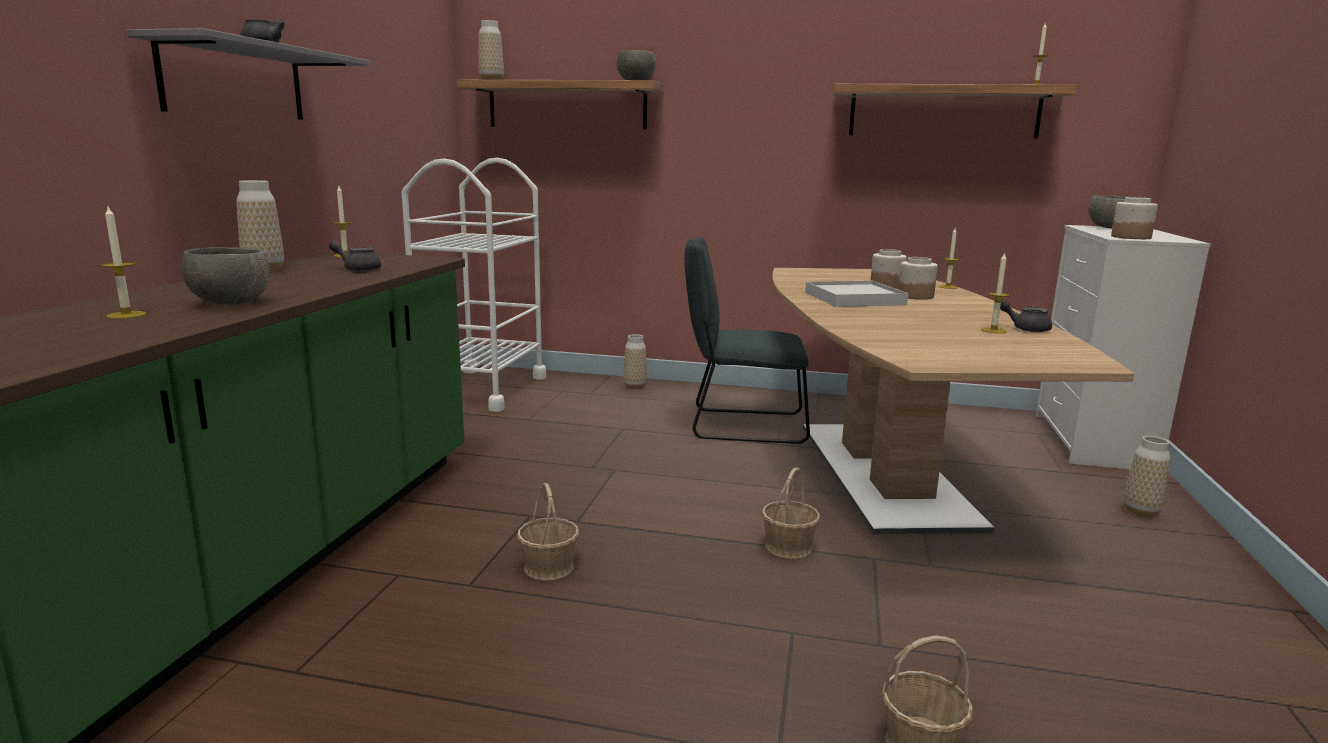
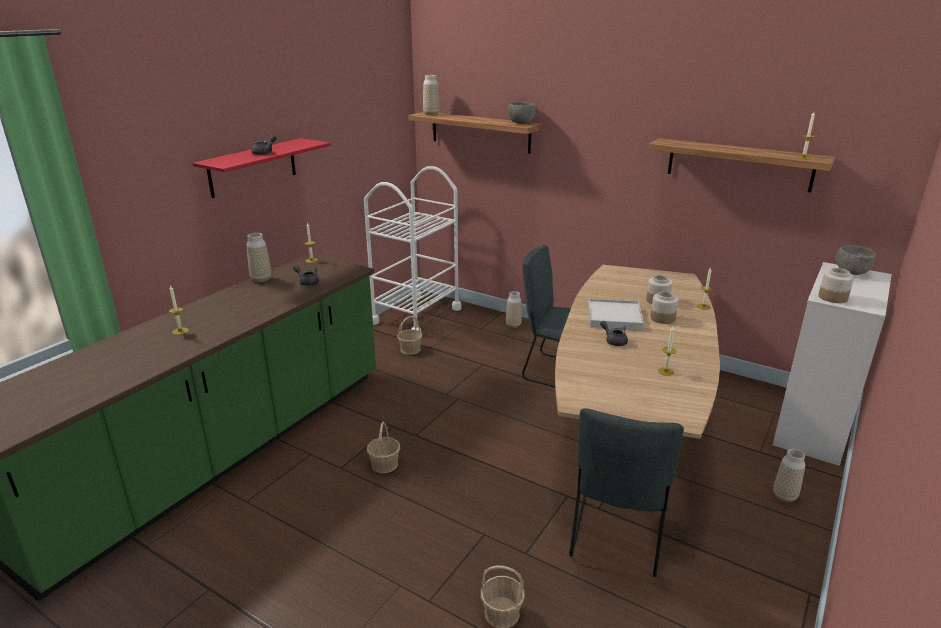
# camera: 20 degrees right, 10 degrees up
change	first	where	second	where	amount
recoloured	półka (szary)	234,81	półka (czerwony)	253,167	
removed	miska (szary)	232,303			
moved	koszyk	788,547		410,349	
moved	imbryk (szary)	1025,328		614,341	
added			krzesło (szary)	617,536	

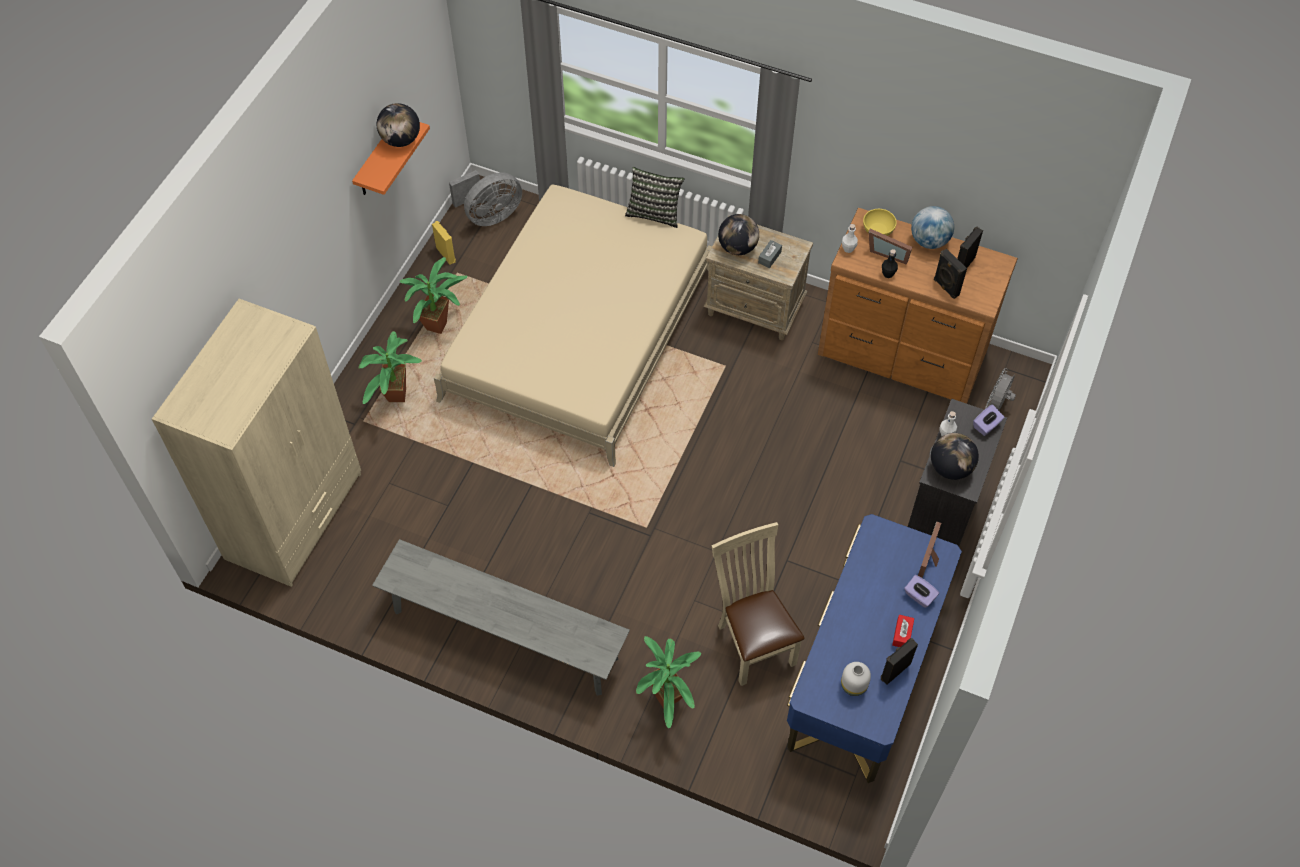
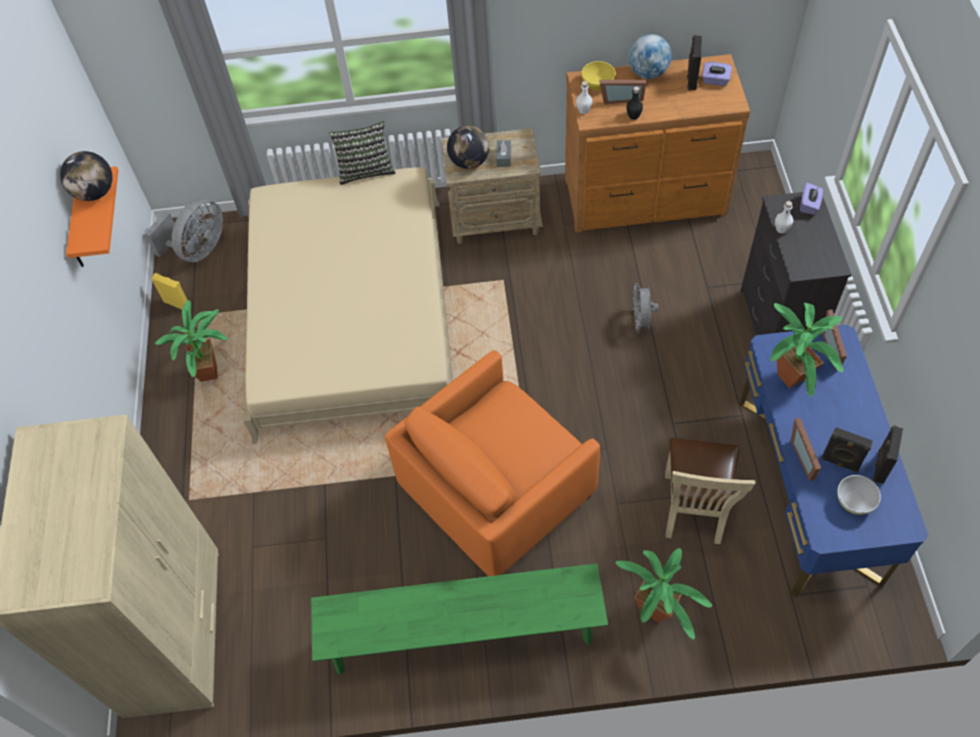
# camera: 25 degrees left, 0 degrees up
change	first	where	second	where	amount
moved	roślina doniczkowa	394,400		792,382	
recoloured	ławka (szary)	505,635	ławka (zielony)	462,635	
turned	krzesło (beżowy)	753,641		694,512	120 degrees counterclockwise
replaced	wazon (biały)	853,685	miska (biały)	854,501	
removed	pudełko chusteczek (czerwony)	902,634			
moved	pudełko chusteczek (fioletowy)	919,596		715,80	
removed	globus	950,468			
moved	głośnik (czarny)	945,287		840,463	
moved	wentylator (szary)	997,405		642,321	
added			fotel (pomarańczowy)	497,491	
added			ramka na zdjęcie	806,456	

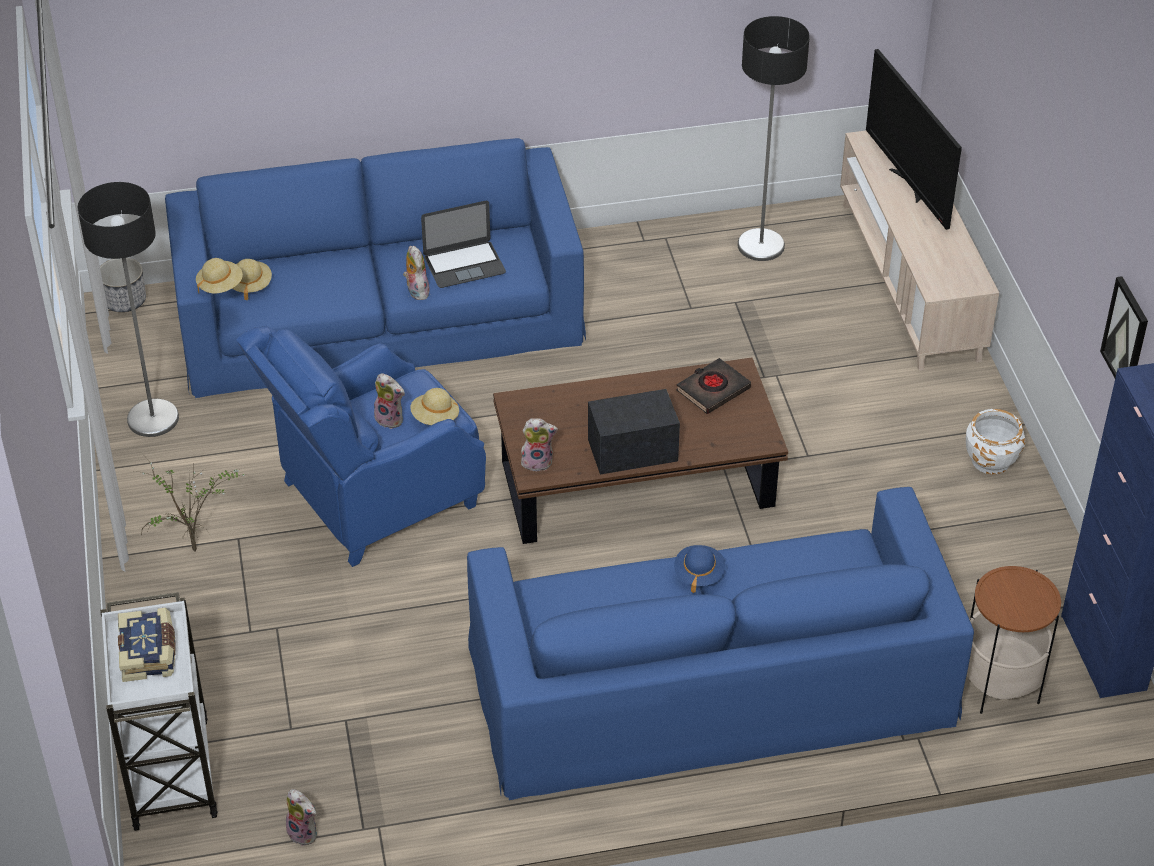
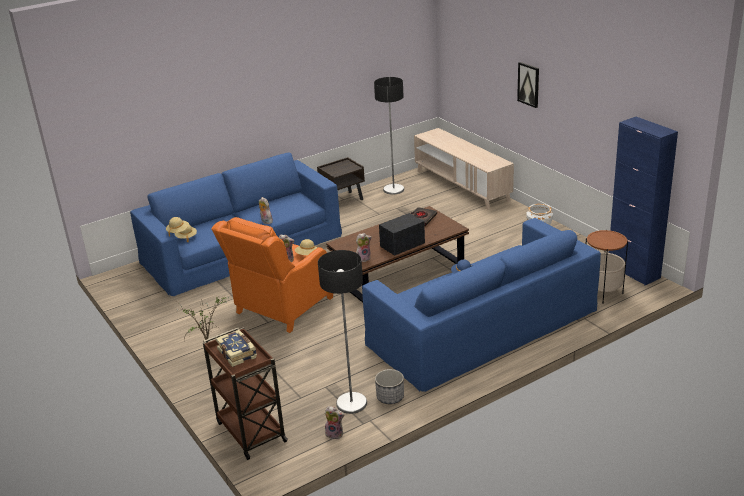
# camera: 20 degrees left, 15 degrees down
change	first	where	second	where	amount
moved	lampa stojąca	152,419		351,403	
moved	donica	124,301		390,397	
recoloured	wózek (biały)	170,770	wózek (brązowy)	250,431	
recoloured	fotel (niebieski)	374,497	fotel (pomarańczowy)	283,307	
removed	laptop	464,264			
removed	telewizor	908,185			
moved	obraz	1126,336		528,84	
added			szafka nocna (brązowy)	343,200	

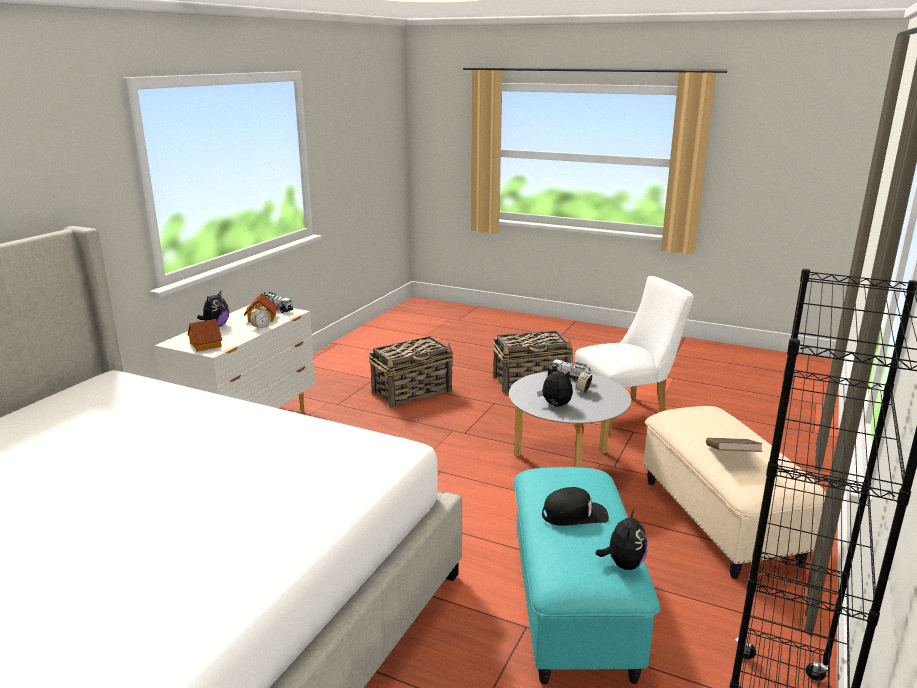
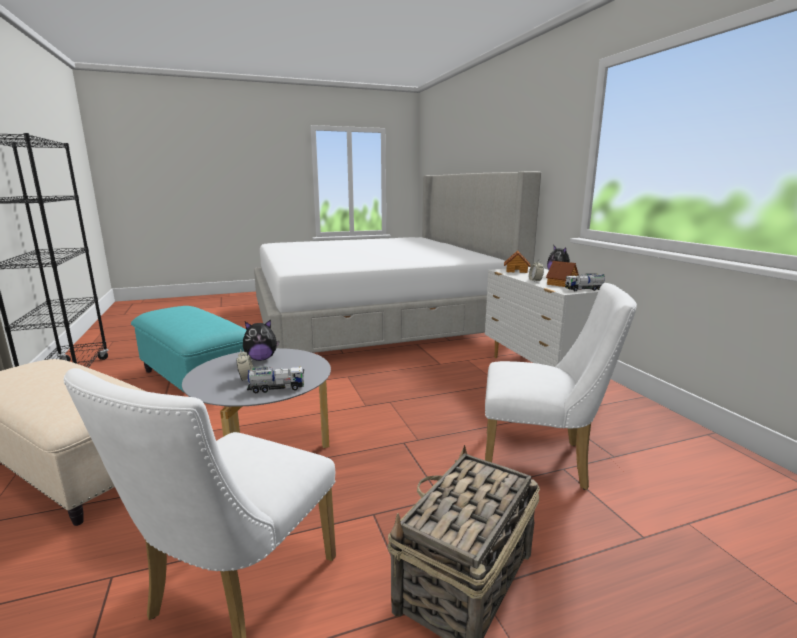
# camera: 135 degrees right, 5 degrees down
change	first	where	second	where	amount
replaced	koszyk	412,392	krzesło (biały)	542,461	
removed	czapka z daszkiem (czarny)	574,515			
removed	pluszak	623,564			
removed	książka (brązowy)	731,457			

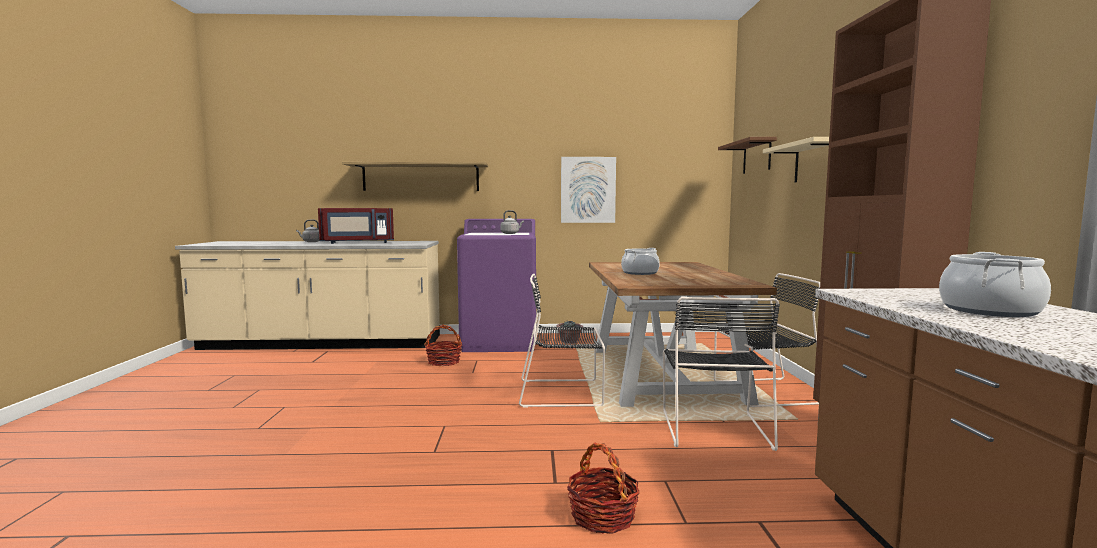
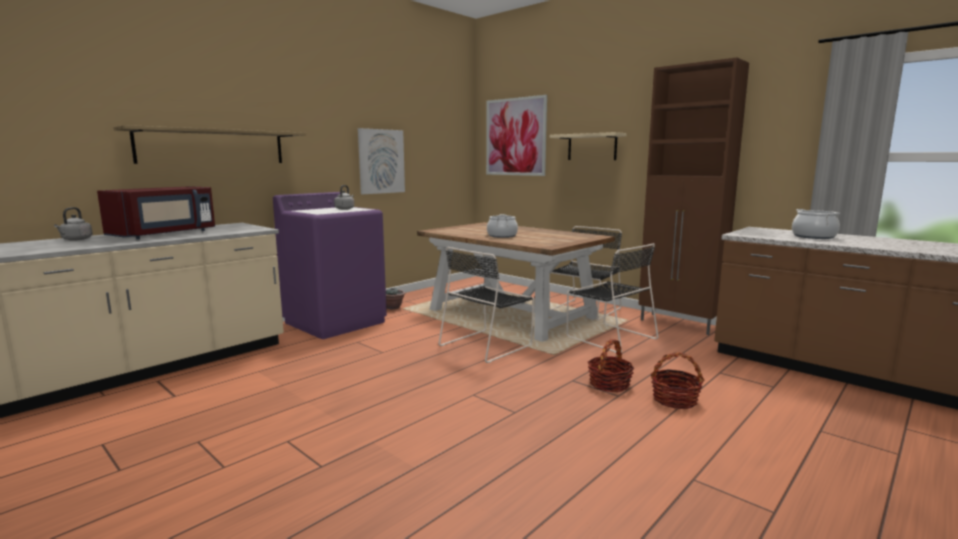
# camera: 45 degrees left, 5 degrees up
change	first	where	second	where	amount
moved	koszyk	444,362		609,384	
replaced	półka (brązowy)	757,157	obraz	515,137	

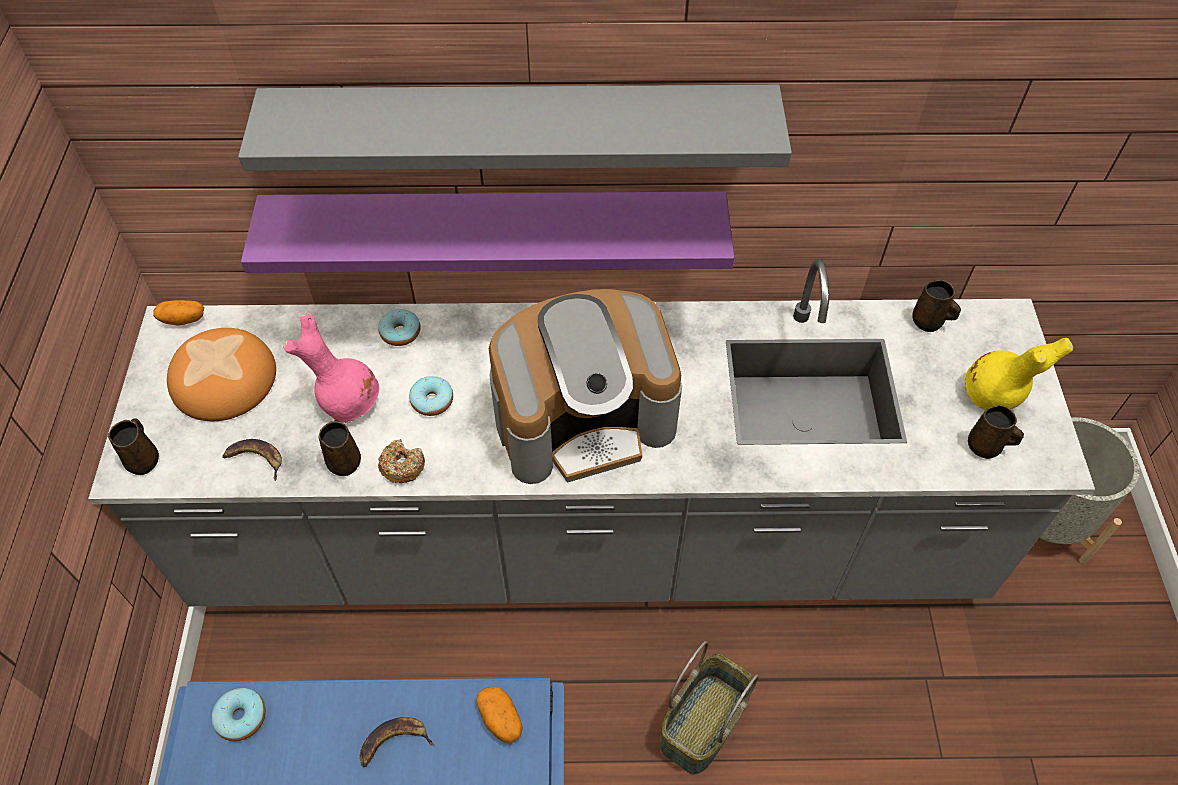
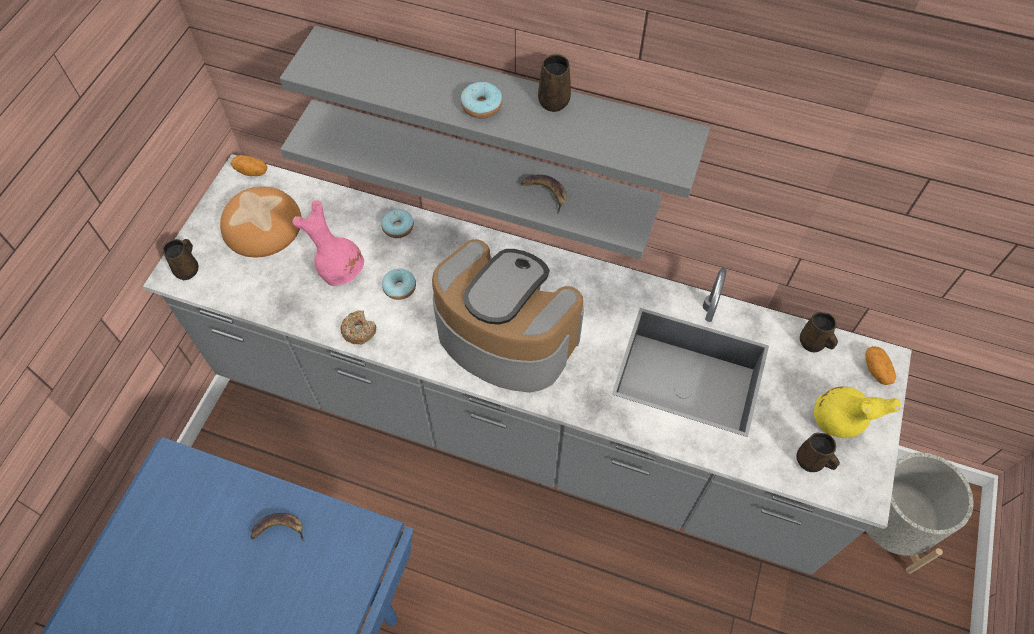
# camera: 20 degrees right, 5 degrees up
change	first	where	second	where	amount
moved	donut	241,717		481,106	
moved	banan	255,459		545,193	
recoloured	półka (fioletowy)	495,225	półka (szary)	482,168	
moved	kubek (brązowy)	344,461		554,100	
moved	ziemniak	500,719		876,370	
turned	ekspres do kawy	584,418		504,336	150 degrees counterclockwise
removed	koszyk	703,725			

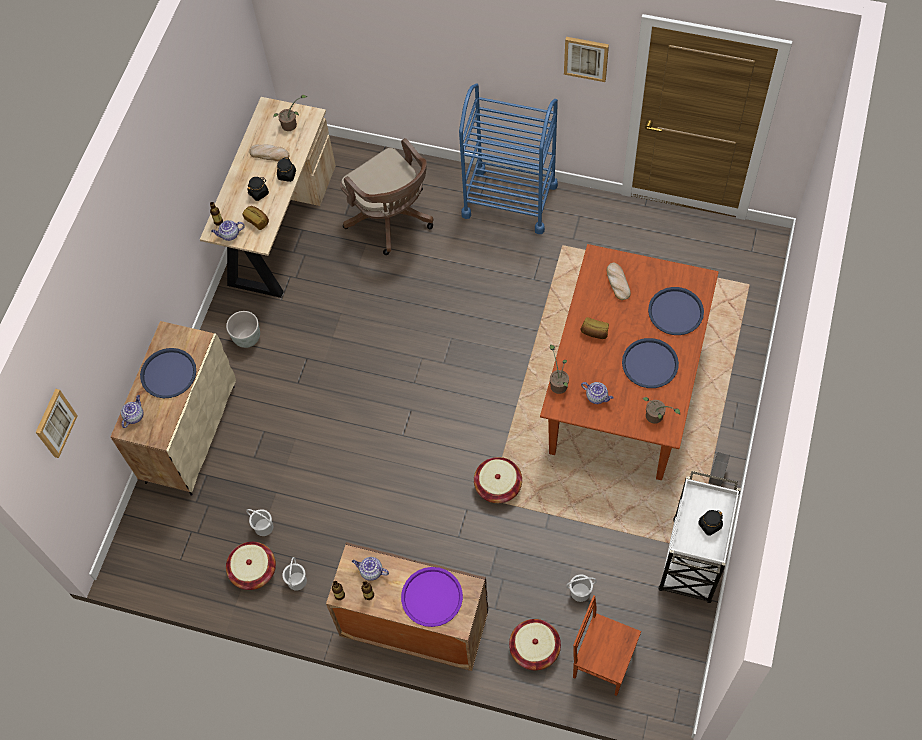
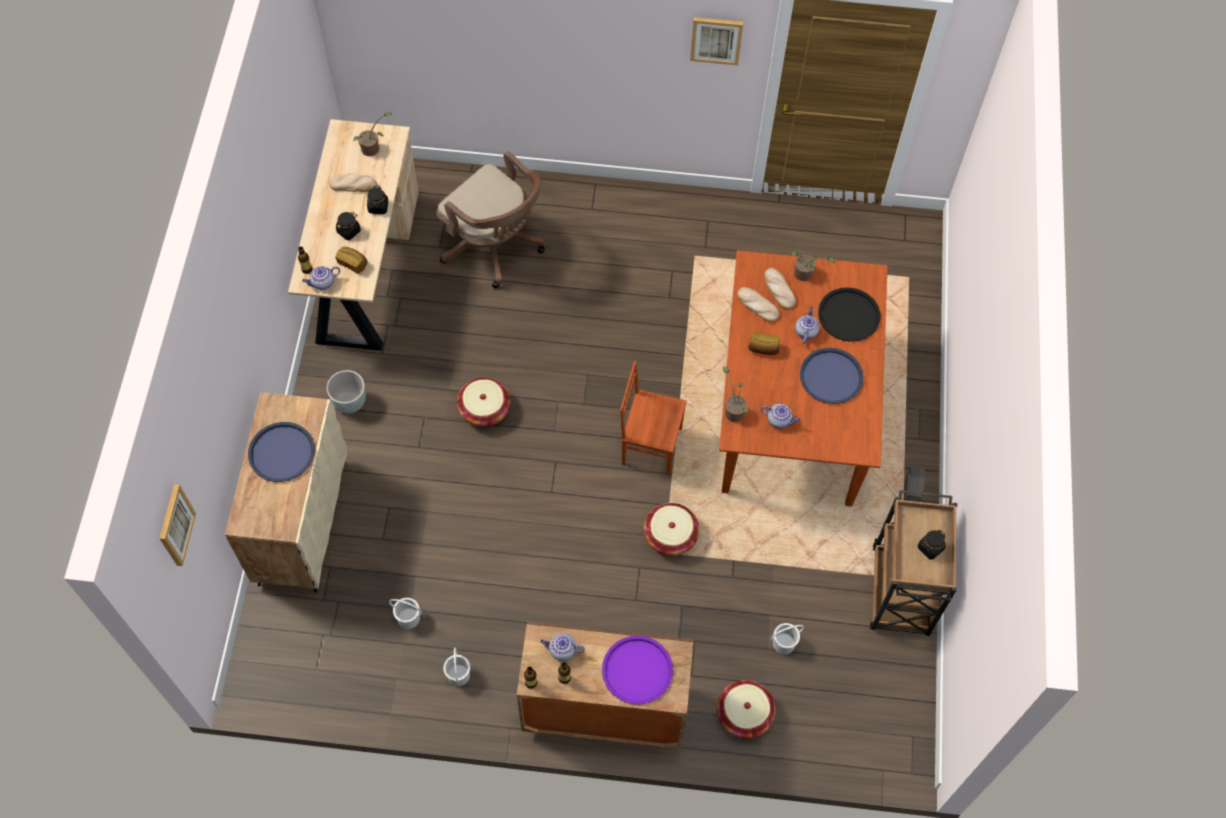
# camera: 15 degrees left, 0 degrees up
change	first	where	second	where	amount
moved	imbryk	134,416		805,331	
moved	koszyk	253,570		484,409	
removed	wózek (niebieski)	509,200			
moved	krzesło (brązowy)	603,661		651,445	
moved	roślina doniczkowa	656,417		805,275	
recoloured	taca (niebieski)	675,311	taca (czarny)	848,315	
recoloured	wózek (biały)	691,562	wózek (brązowy)	900,593	
added			chleb	757,305	

